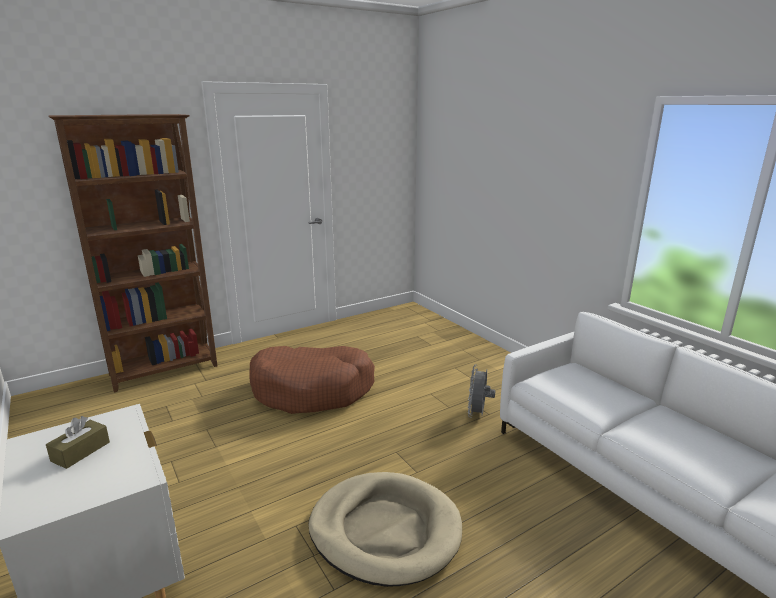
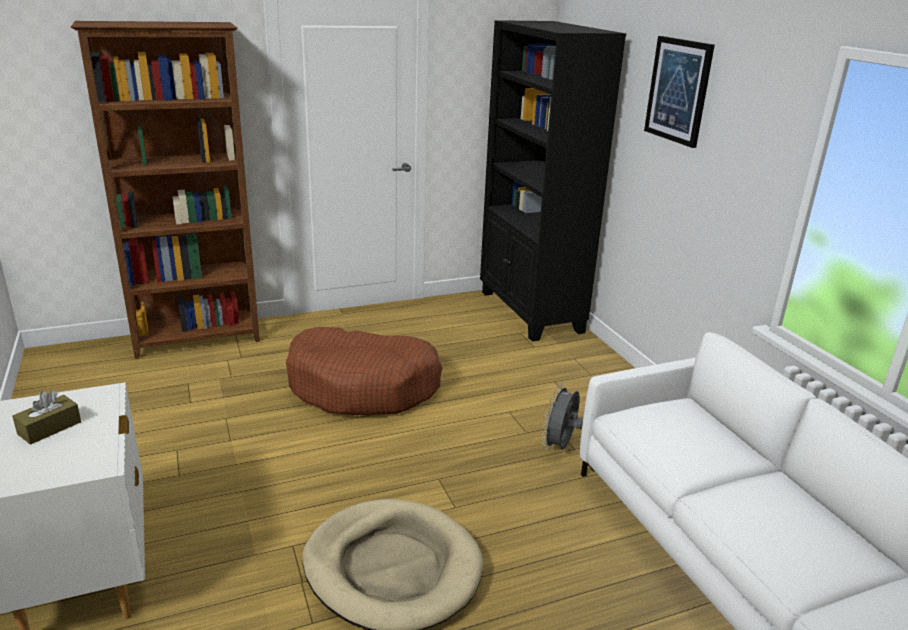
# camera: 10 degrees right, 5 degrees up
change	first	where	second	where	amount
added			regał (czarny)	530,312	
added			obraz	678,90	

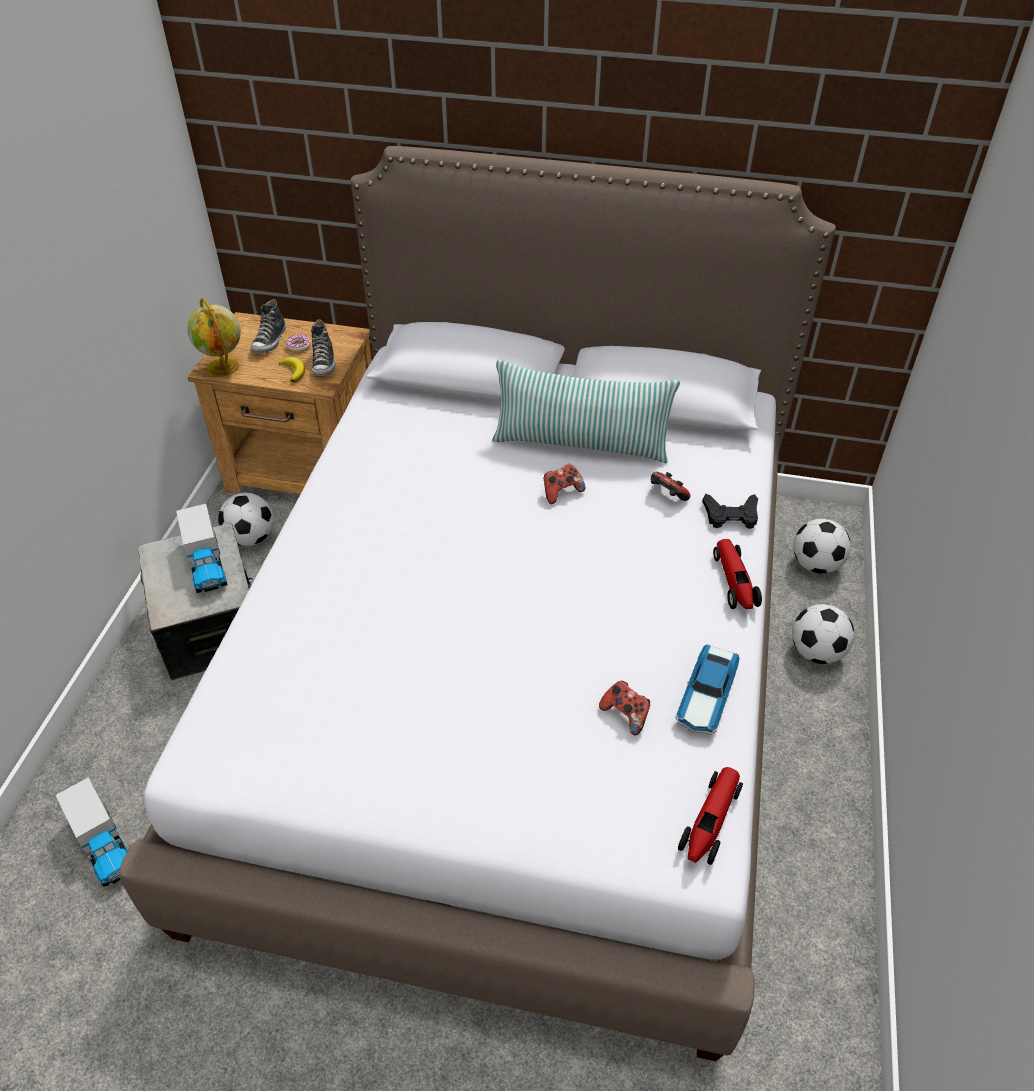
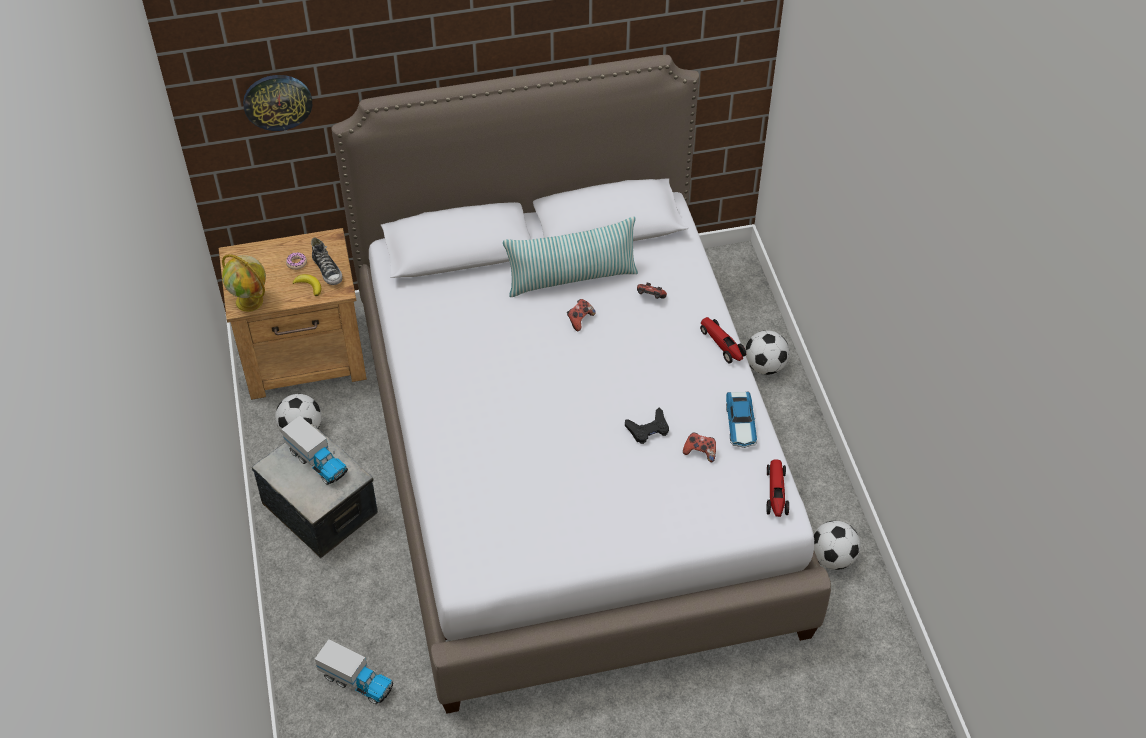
# camera: 25 degrees left, 5 degrees up
change	first	where	second	where	amount
removed	but	270,341			
moved	pad do gier (czarny)	731,515		648,429	
moved	piłka futbolowa	815,564		832,557	
added			zegar ścienny	277,101	

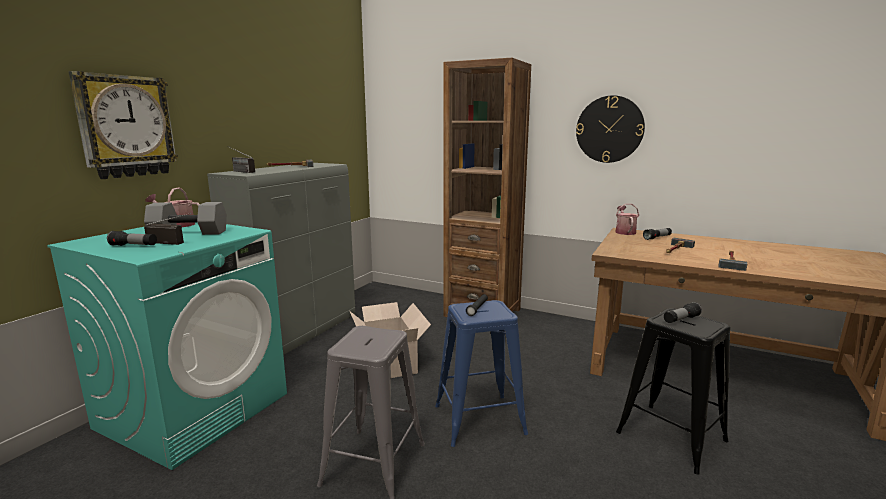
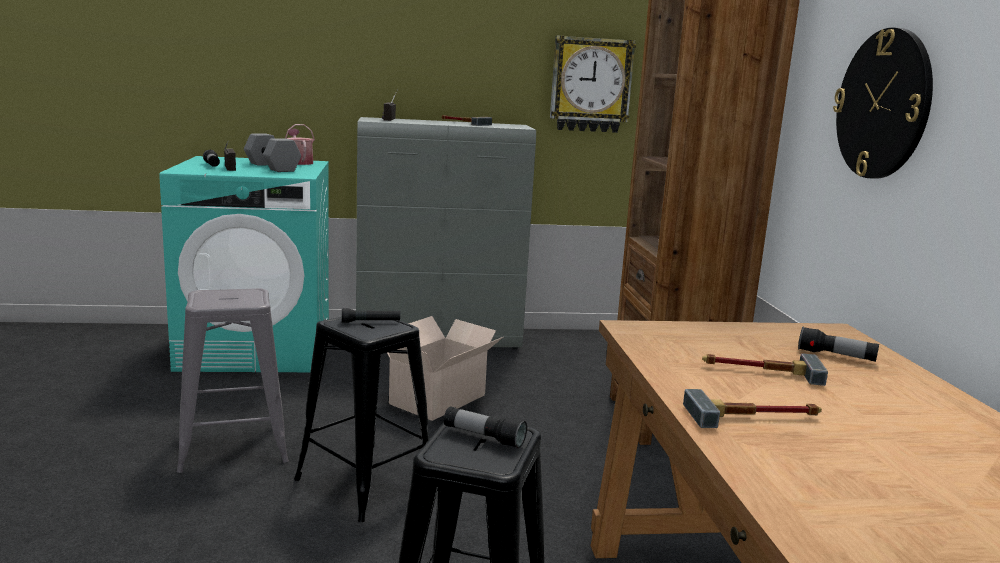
# camera: 55 degrees right, 0 degrees up
change	first	where	second	where	amount
moved	zegar ścienny	126,126		590,85	
recoloured	stołek (niebieski)	479,419	stołek (czarny)	365,483	
removed	konewka	624,231			

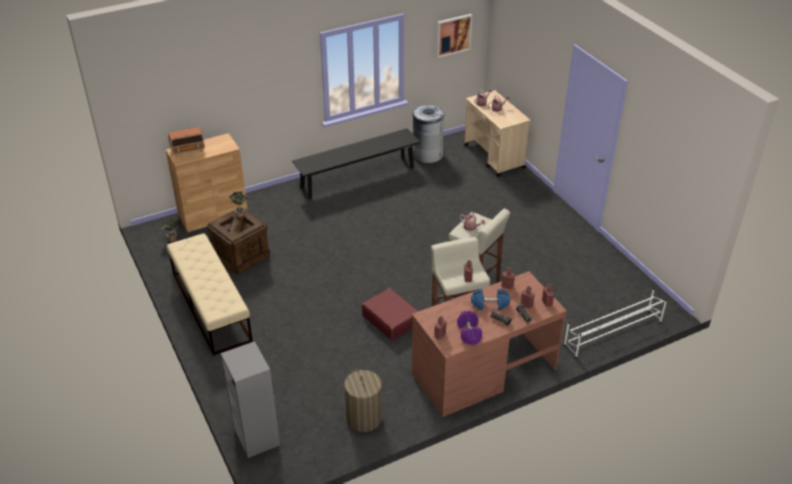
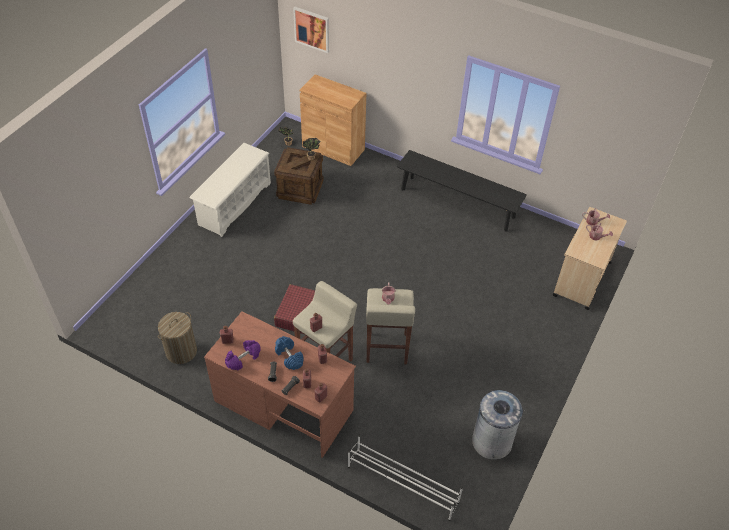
# camera: 55 degrees right, 10 degrees up
change	first	where	second	where	amount
replaced	ławka (beżowy)	211,306	regał na buty (biały)	234,204	
removed	radio	188,150			
removed	regał (szary)	256,437			
moved	kosz na śmieci (szary)	427,154		492,441	
moved	obraz	453,35		312,29	

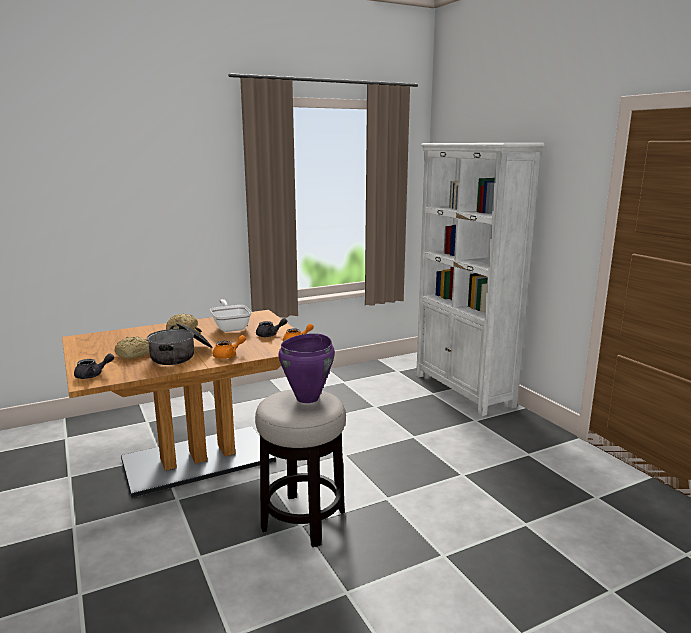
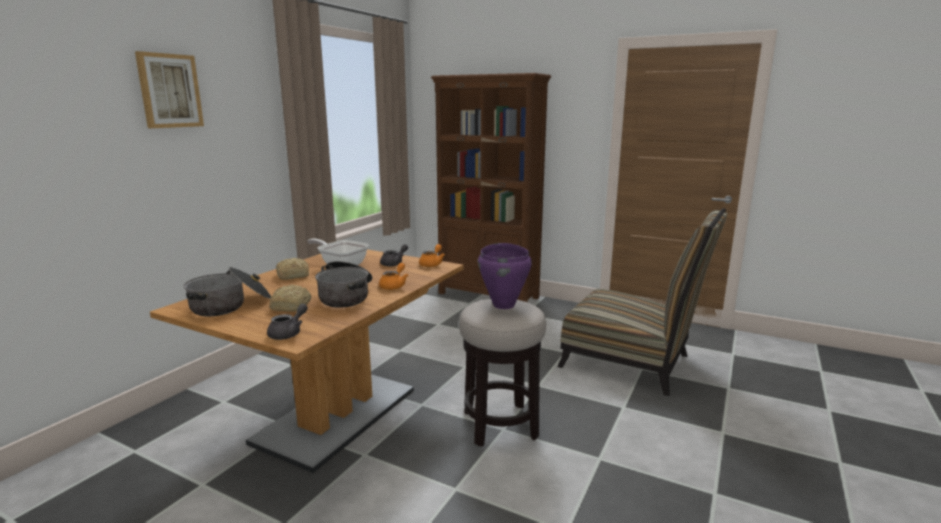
# camera: 35 degrees left, 0 degrees up
change	first	where	second	where	amount
recoloured	regał (biały)	463,390	regał (brązowy)	489,295	
added			obraz	169,91	
added			garnek	230,305	
added			krzesło	633,363	

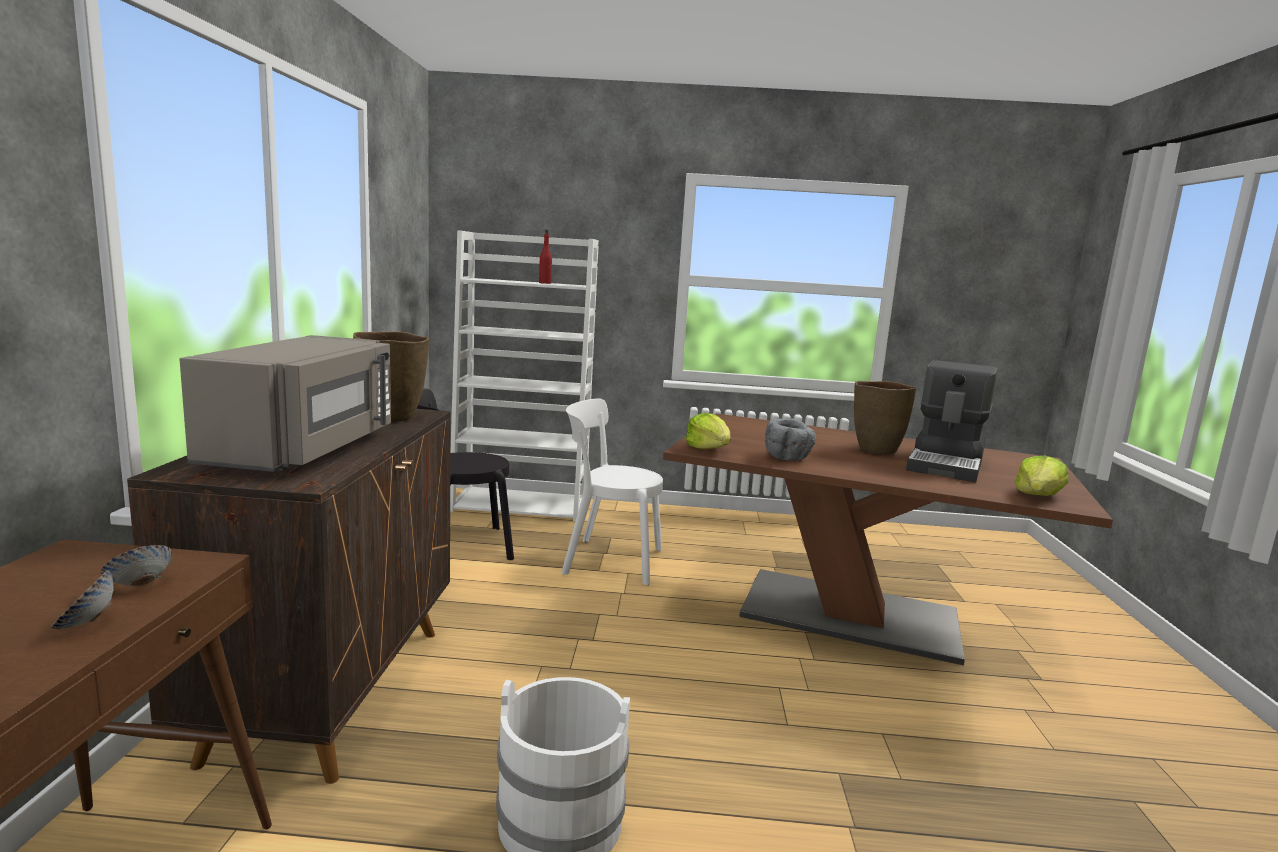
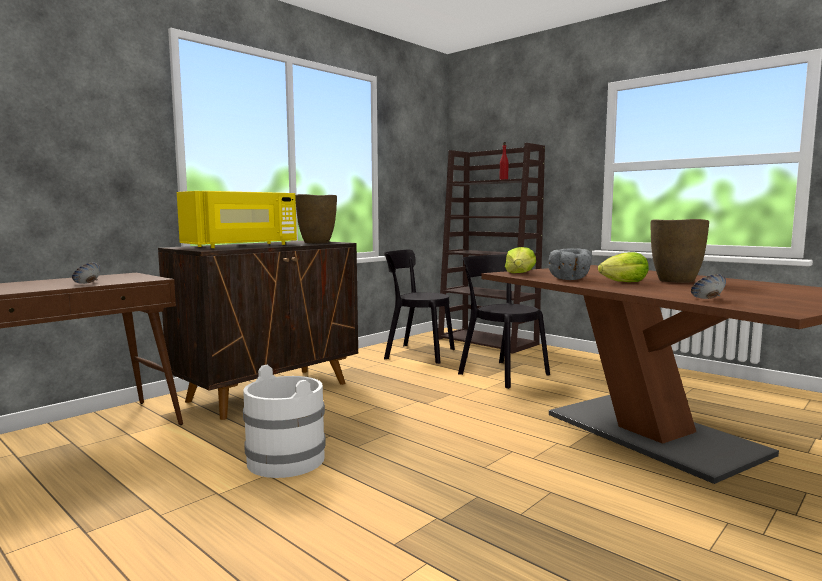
# camera: 40 degrees right, 5 degrees down
change	first	where	second	where	amount
moved	miska	140,585		707,299	
recoloured	mikrofalówka (szary)	306,449	mikrofalówka (żółty)	243,246	
recoloured	regał (biały)	521,505	regał (brązowy)	488,341	
recoloured	krzesło (biały)	608,560	krzesło (czarny)	500,373	
removed	ekspres do kawy	947,464			
moved	sałata	1038,496		623,282	

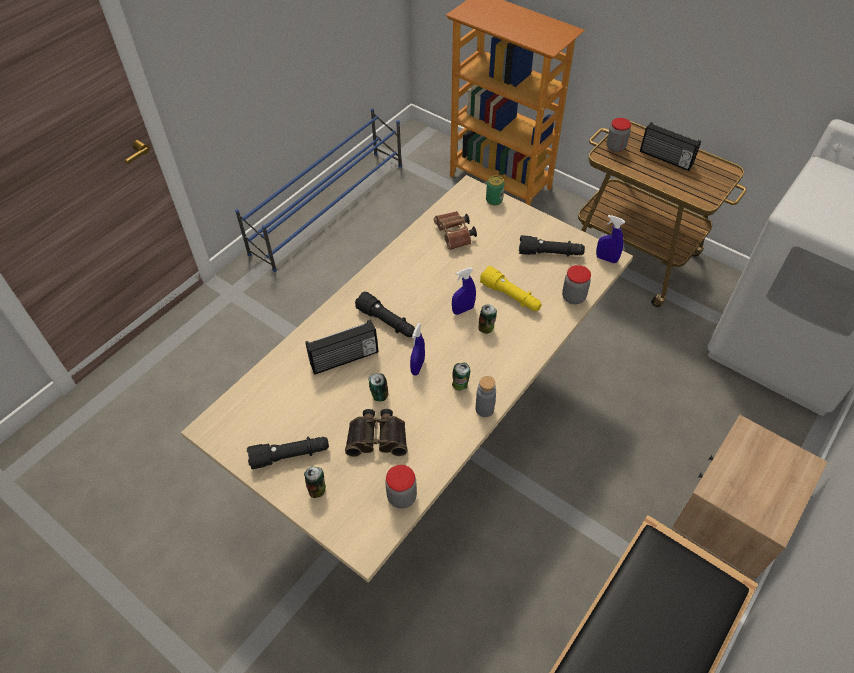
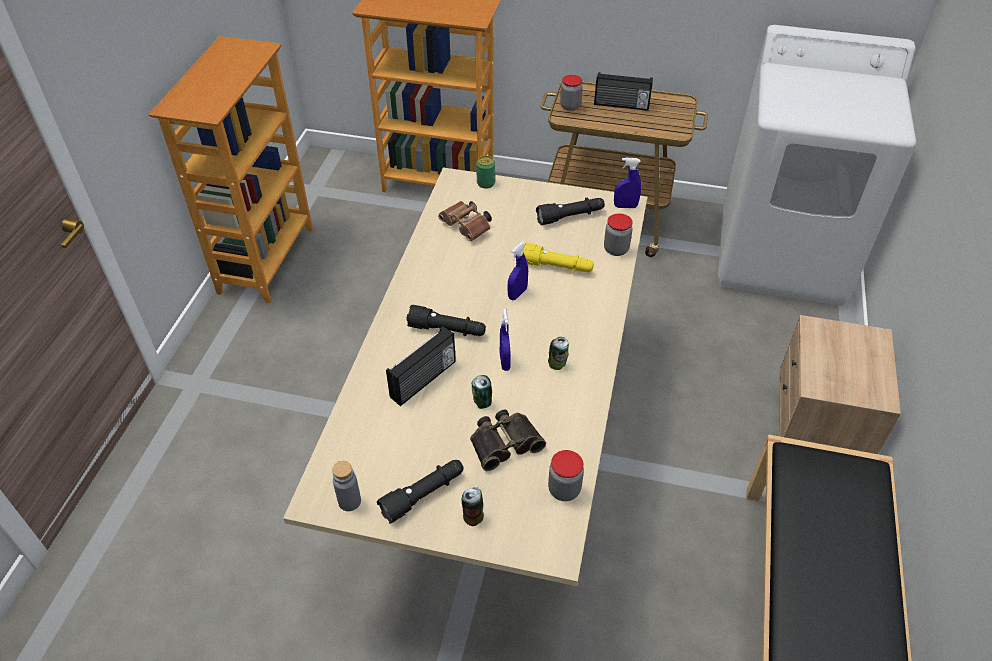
# camera: 25 degrees left, 5 degrees down
change	first	where	second	where	amount
replaced	regał na buty (niebieski)	329,208	regał	265,260	
moved	butelka (szary)	484,409		349,501	
removed	puszka	486,328			

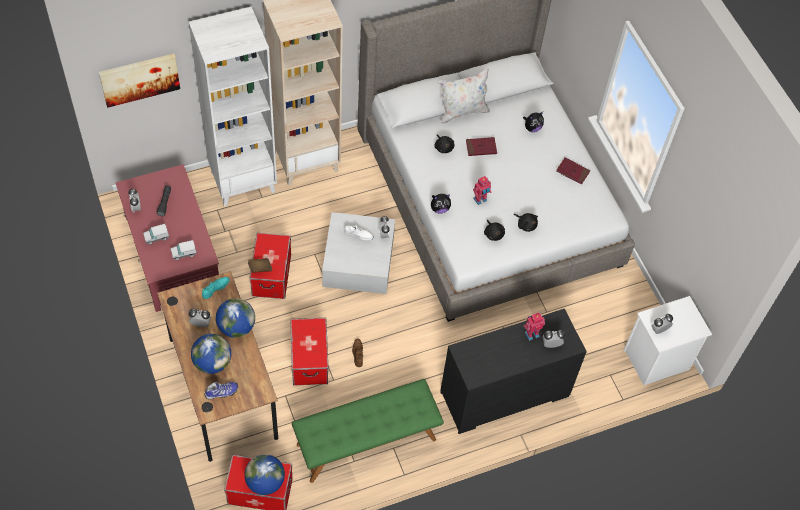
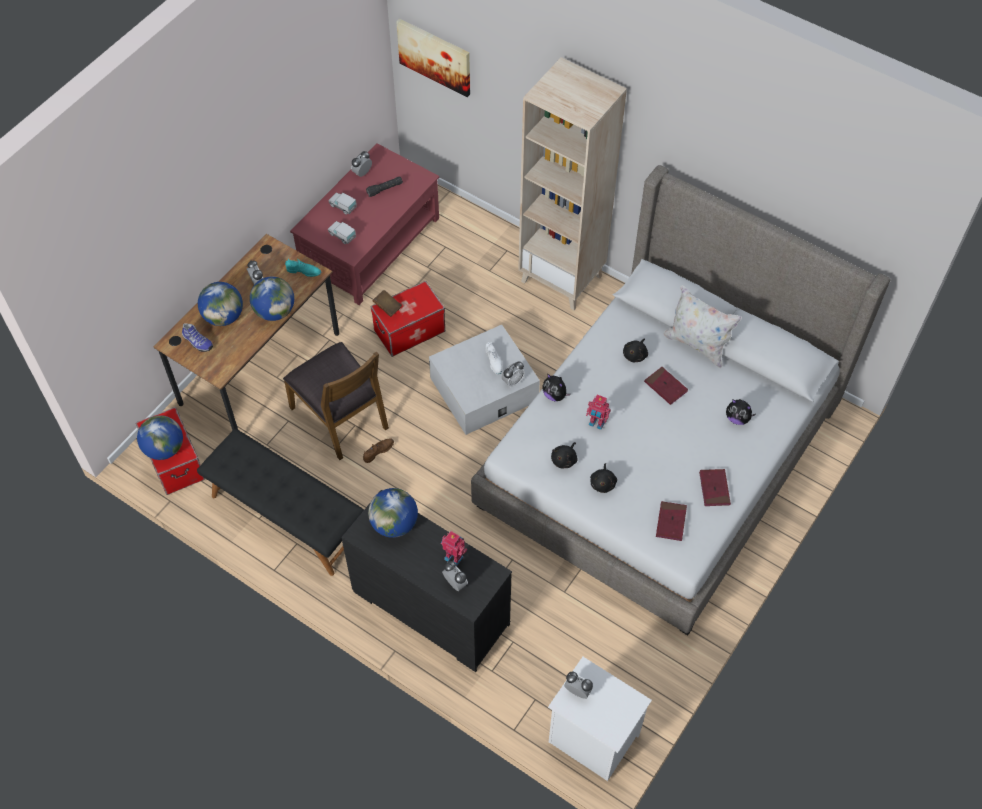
# camera: 60 degrees right, 0 degrees up
change	first	where	second	where	amount
removed	regał (biały)	243,181			
replaced	pojemnik do przechowywania	310,360	krzesło (brązowy)	341,417	
recoloured	ławka (zielony)	366,442	ławka (czarny)	286,517	
added			globus	394,524	
added			książka (czerwony)	671,522	

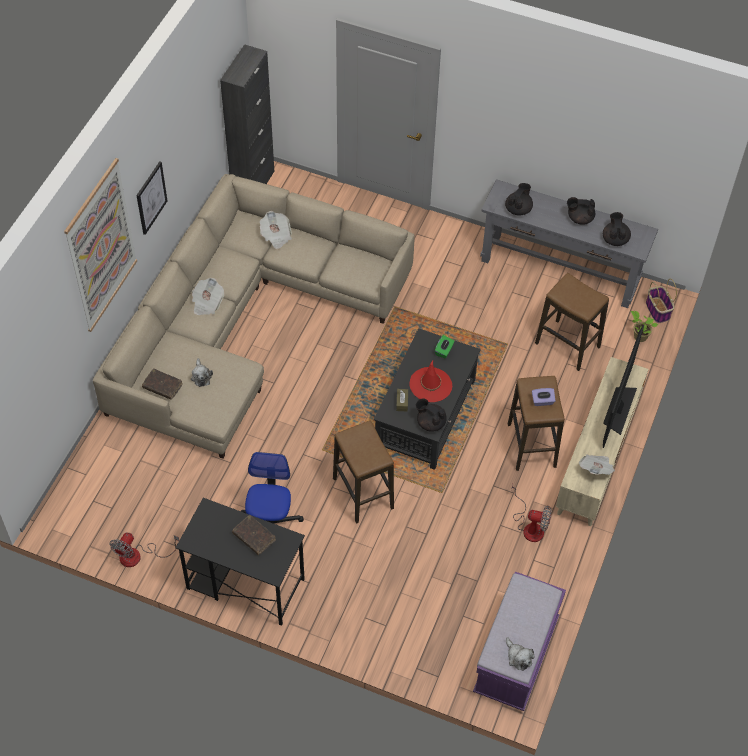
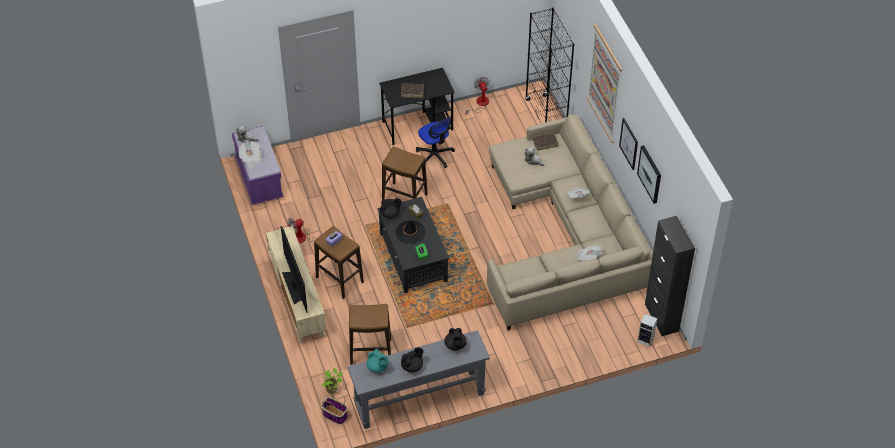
# camera: 140 degrees right, 5 degrees down
change	first	where	second	where	amount
recoloured	kapelusz (czerwony)	430,385	kapelusz (czarny)	410,232	
moved	gazeta	596,469		251,158	
recoloured	imbryk (czarny)	615,239	imbryk (turkusowy)	378,367	
added			regał (czarny)	546,116	
added			obraz	650,174	
added			głośnik	646,339	

